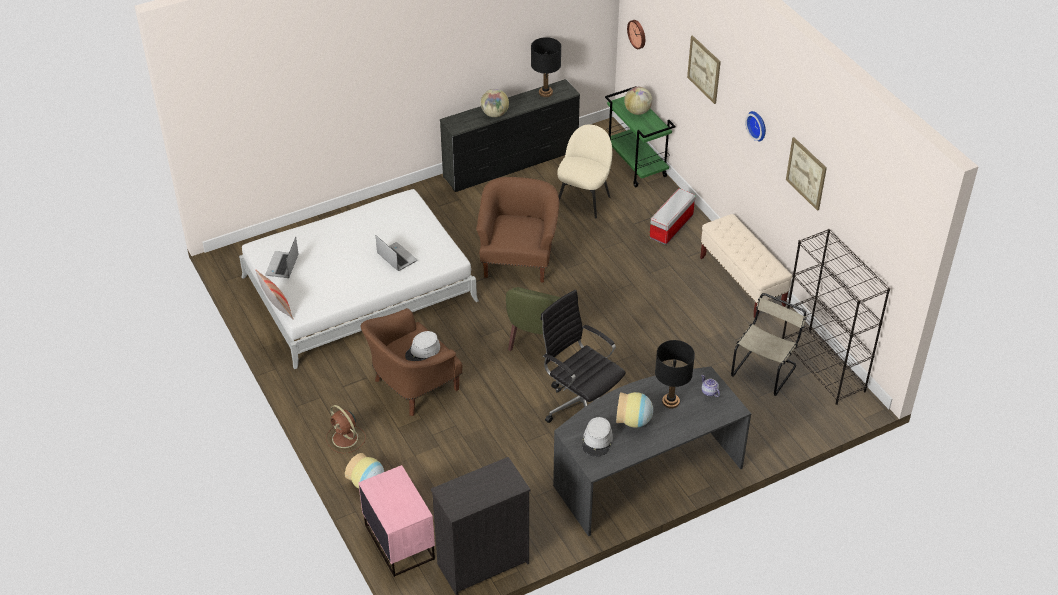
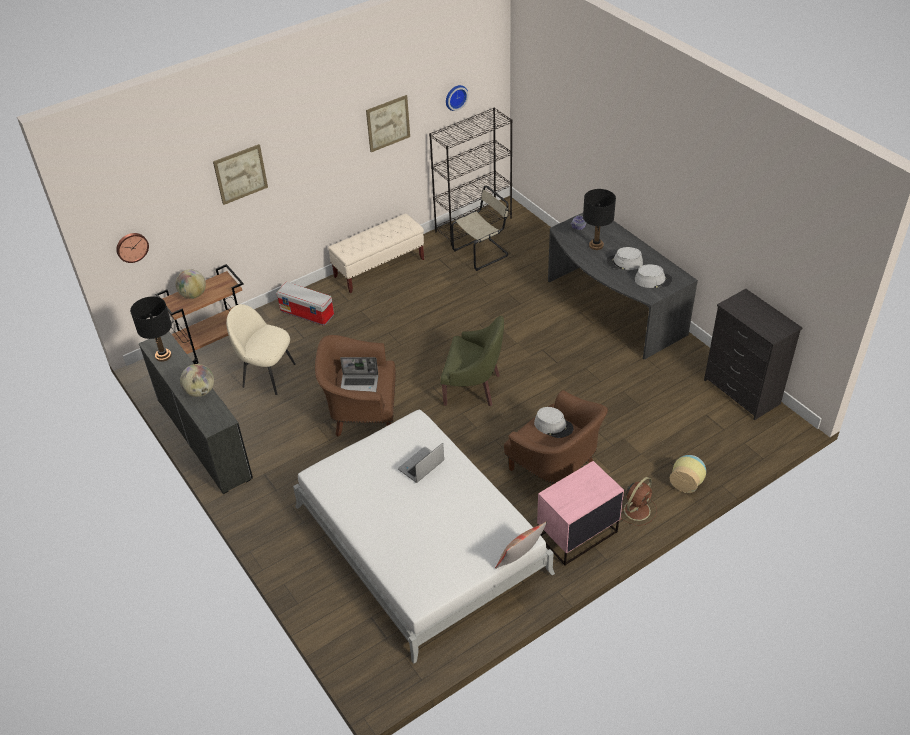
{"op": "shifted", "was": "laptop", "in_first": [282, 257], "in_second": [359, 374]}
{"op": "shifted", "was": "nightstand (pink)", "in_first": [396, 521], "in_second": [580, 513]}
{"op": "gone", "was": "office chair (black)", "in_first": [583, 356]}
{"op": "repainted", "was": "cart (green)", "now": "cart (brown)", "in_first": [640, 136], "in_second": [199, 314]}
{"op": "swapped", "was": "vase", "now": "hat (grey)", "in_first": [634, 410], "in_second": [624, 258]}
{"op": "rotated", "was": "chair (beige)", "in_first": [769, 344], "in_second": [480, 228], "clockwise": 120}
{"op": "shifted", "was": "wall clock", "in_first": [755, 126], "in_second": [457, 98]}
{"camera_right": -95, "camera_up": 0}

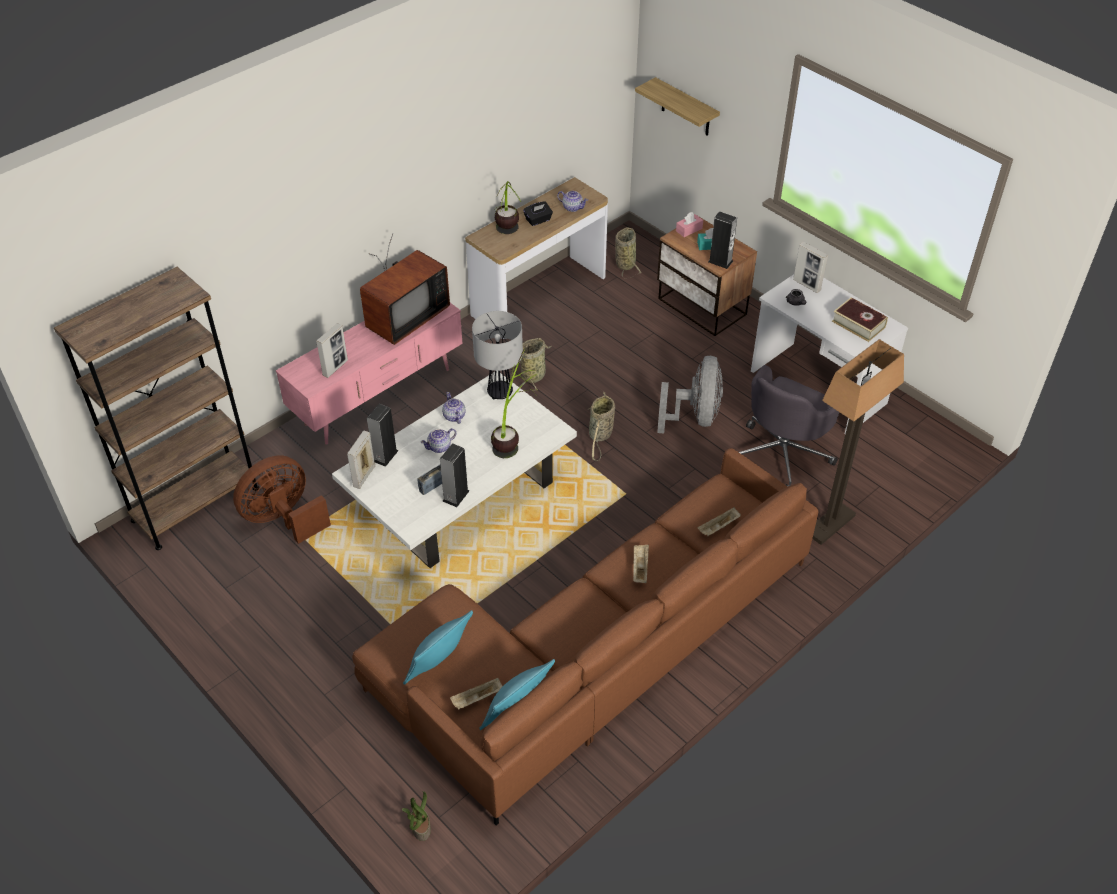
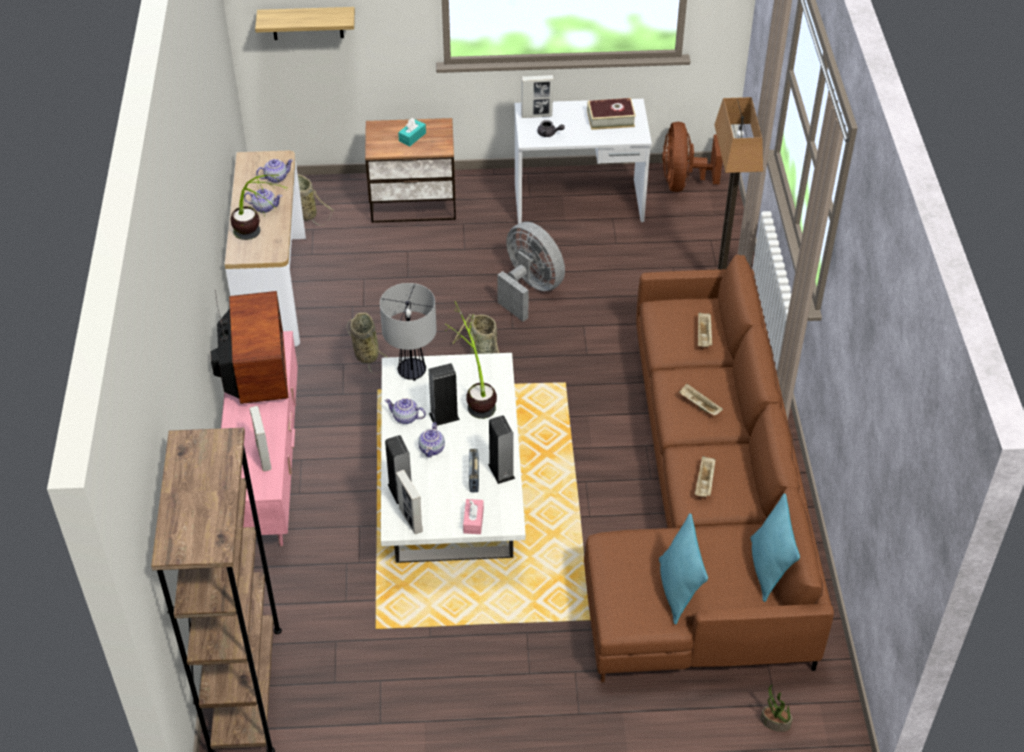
{"op": "shifted", "was": "fan (brown)", "in_first": [282, 499], "in_second": [692, 157]}
{"op": "shifted", "was": "tray (beige)", "in_first": [476, 694], "in_second": [705, 476]}
{"op": "swapped", "was": "tissue box (black)", "now": "teapot", "in_first": [538, 214], "in_second": [263, 201]}
{"op": "shifted", "was": "tissue box (pink)", "in_first": [689, 224], "in_second": [473, 516]}
{"op": "shifted", "was": "speaker", "in_first": [722, 240], "in_second": [444, 394]}
{"op": "gone", "was": "office chair (grey)", "in_first": [789, 426]}
{"camera_right": -50, "camera_up": 0}

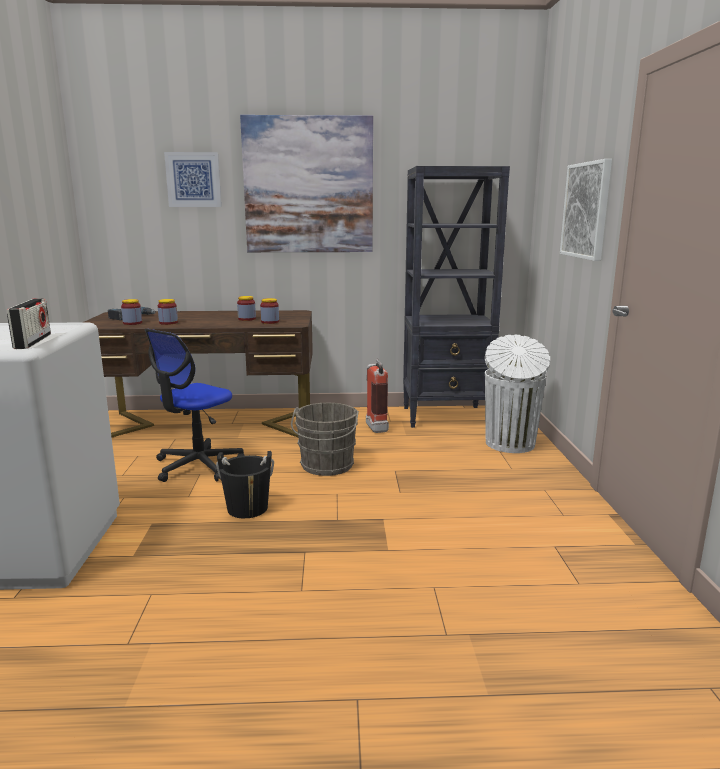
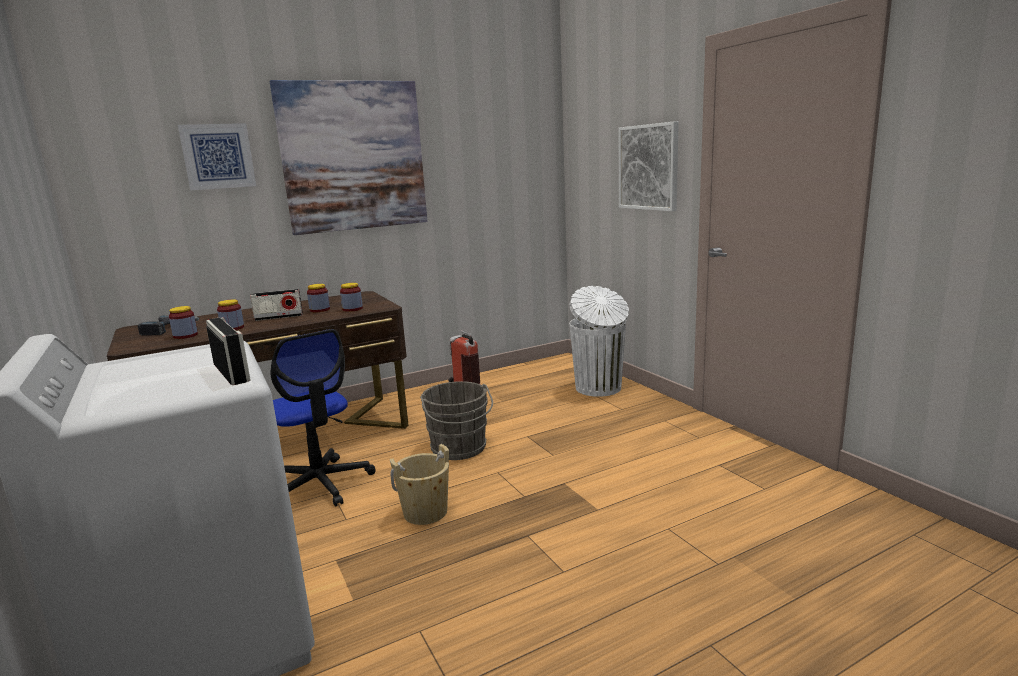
{"op": "rotated", "was": "office chair", "in_first": [195, 405], "in_second": [323, 417], "clockwise": -45}
{"op": "repainted", "was": "bucket (black)", "now": "bucket (beige)", "in_first": [245, 484], "in_second": [419, 484]}
{"op": "gone", "was": "bookcase (black)", "in_first": [456, 297]}
{"op": "new", "now": "radio", "in_second": [276, 305]}
{"camera_right": -25, "camera_up": 0}

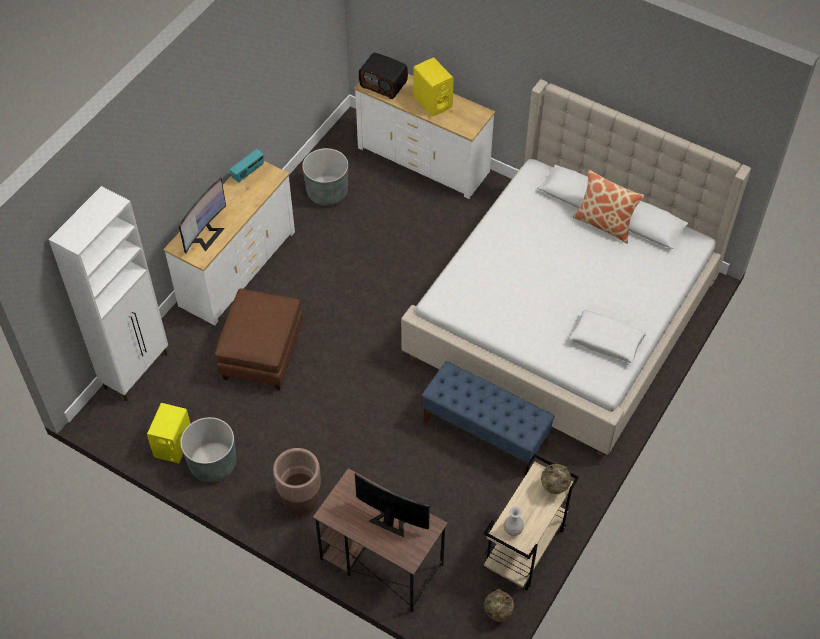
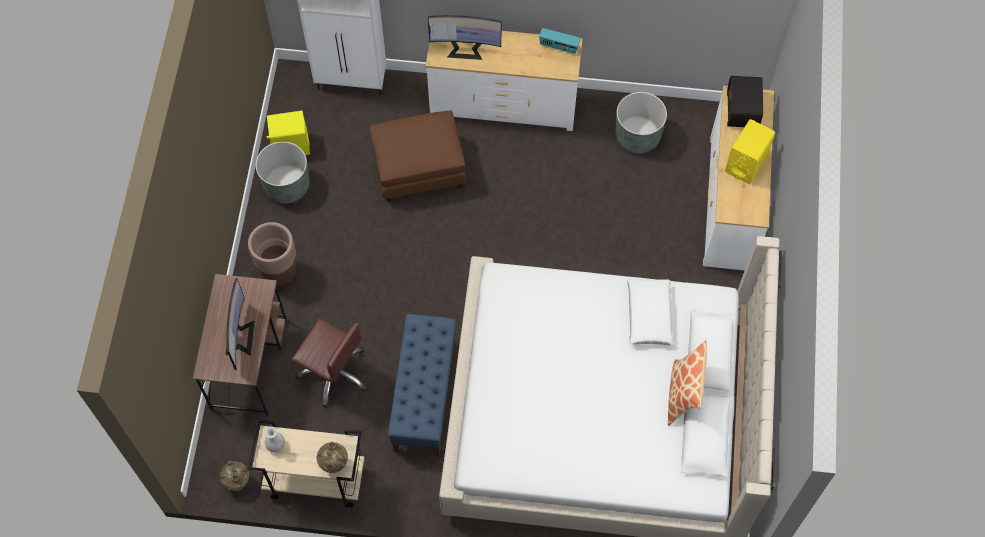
{"op": "shifted", "was": "pillow (white)", "in_first": [607, 336], "in_second": [650, 311]}
{"op": "new", "now": "office chair (brown)", "in_second": [329, 362]}
{"camera_right": 65, "camera_up": 10}

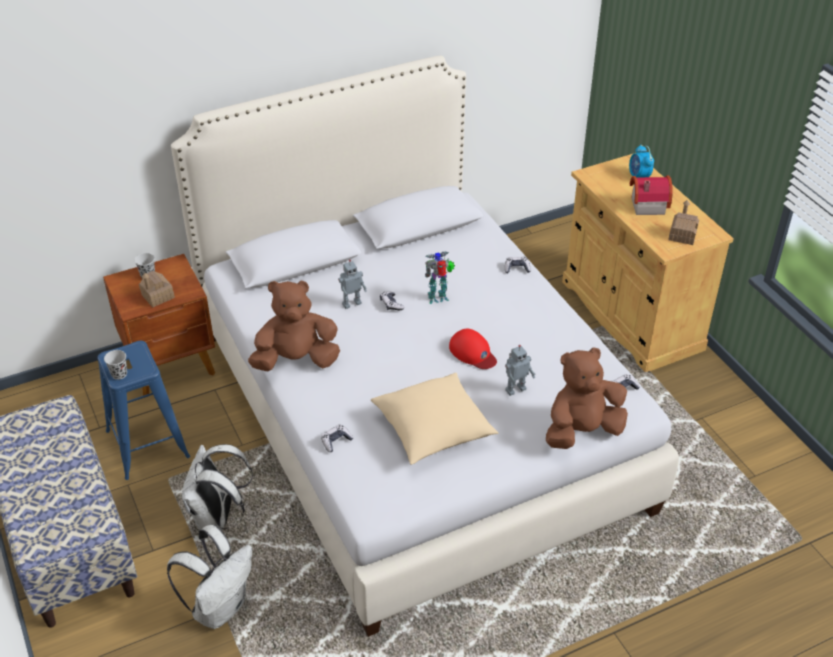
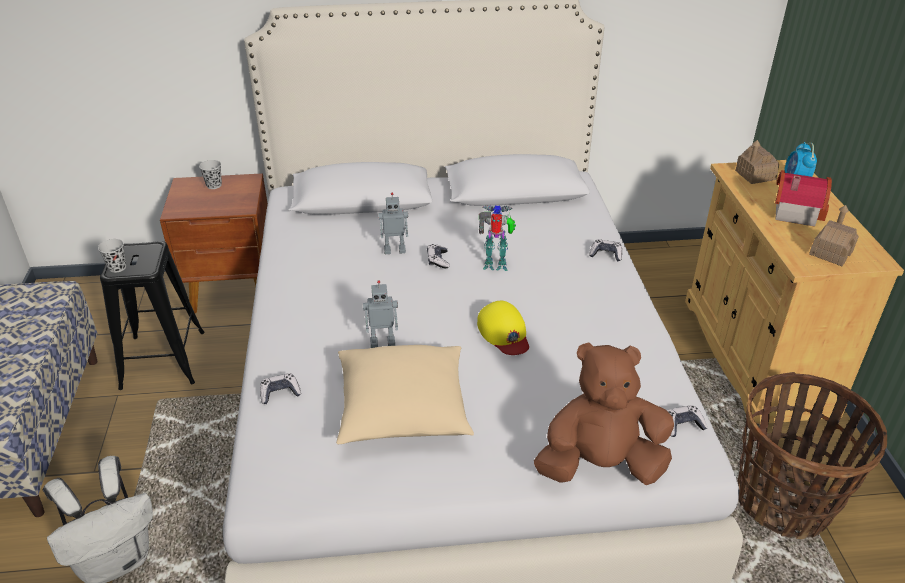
{"op": "repainted", "was": "stool (blue)", "now": "stool (black)", "in_first": [144, 410], "in_second": [152, 315]}
{"op": "shifted", "was": "toy house", "in_first": [157, 289], "in_second": [757, 162]}
{"op": "gone", "was": "backpack (white)", "in_first": [217, 487]}
{"op": "gone", "was": "plush toy (brown)", "in_first": [294, 325]}
{"op": "repainted", "was": "cap (red)", "now": "cap (yellow)", "in_first": [473, 349], "in_second": [503, 328]}
{"op": "shifted", "was": "toy robot", "in_first": [520, 370], "in_second": [380, 314]}
{"op": "new", "now": "basket", "in_second": [812, 455]}
{"camera_right": 20, "camera_up": -5}

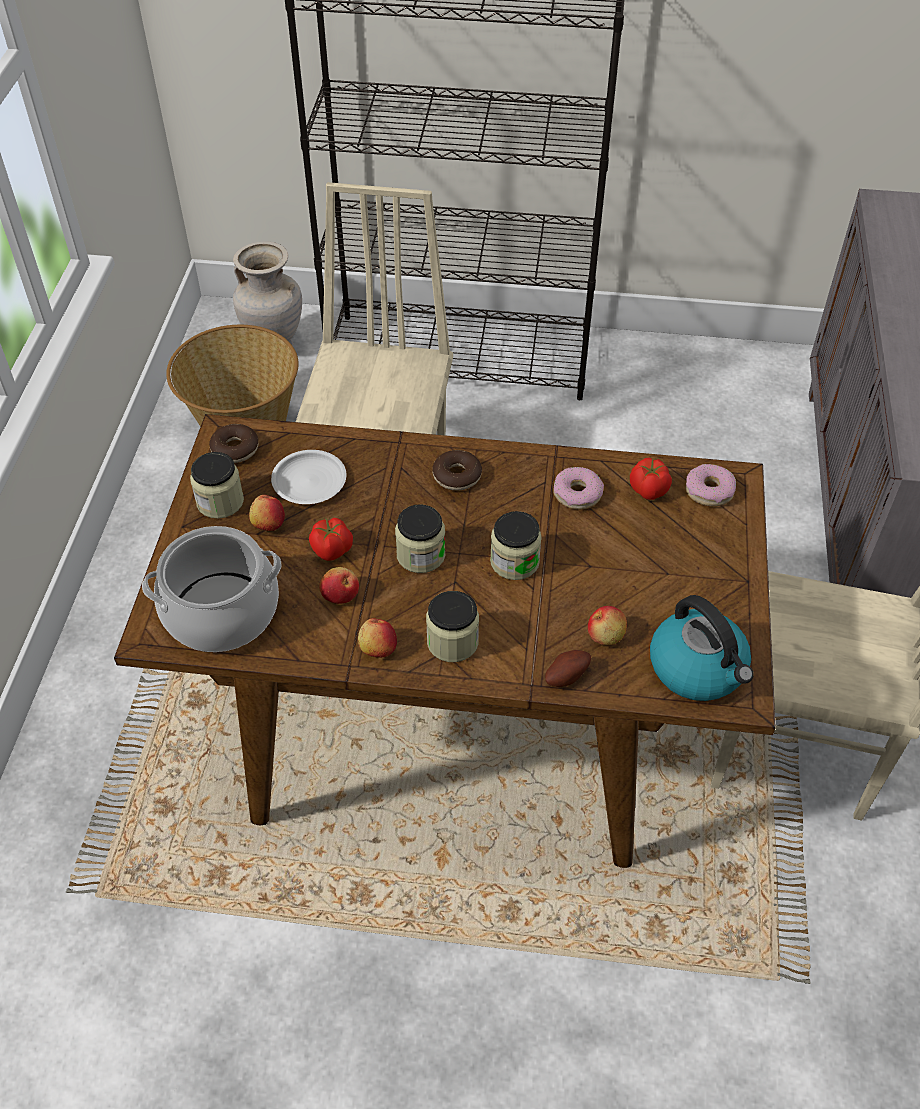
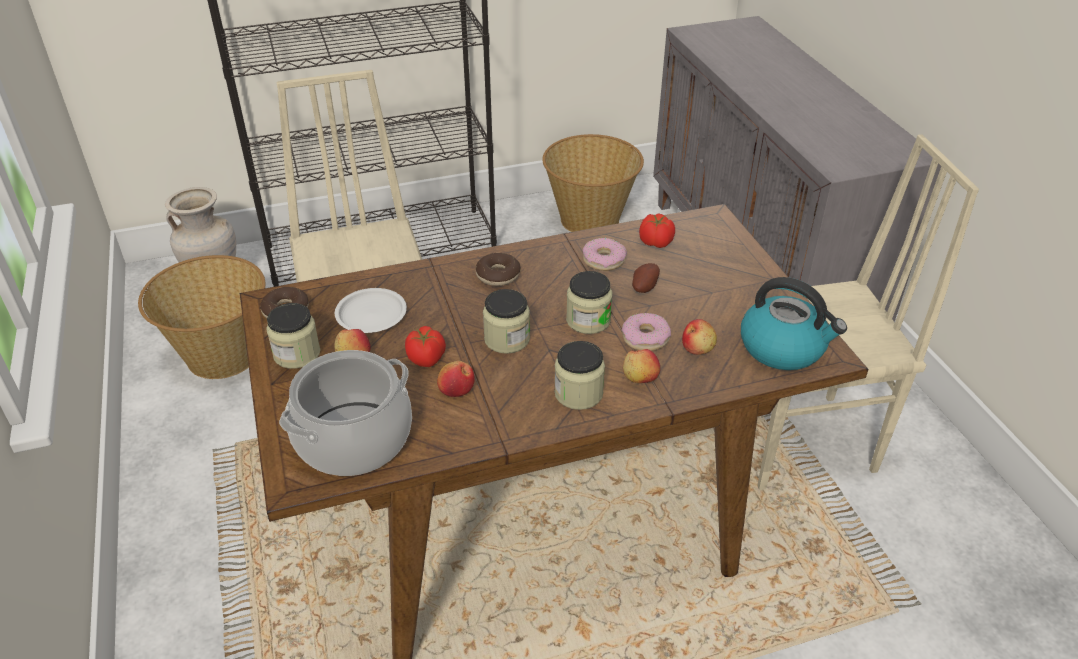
{"op": "shifted", "was": "apple", "in_first": [377, 638], "in_second": [641, 366]}
{"op": "shifted", "was": "potato", "in_first": [568, 668], "in_second": [646, 278]}
{"op": "shifted", "was": "donut", "in_first": [711, 485], "in_second": [646, 332]}
{"op": "new", "now": "basket", "in_second": [593, 183]}
{"camera_right": -25, "camera_up": -10}

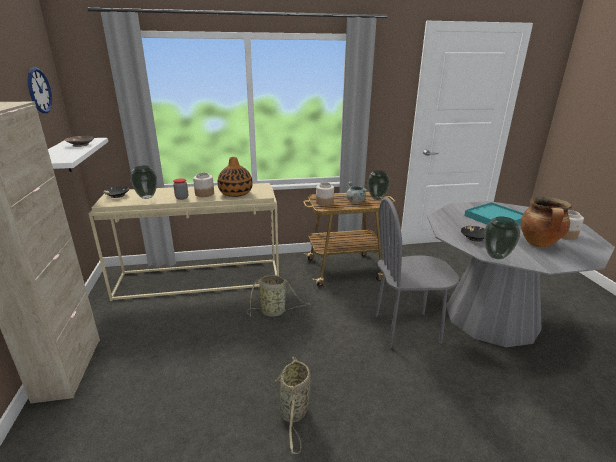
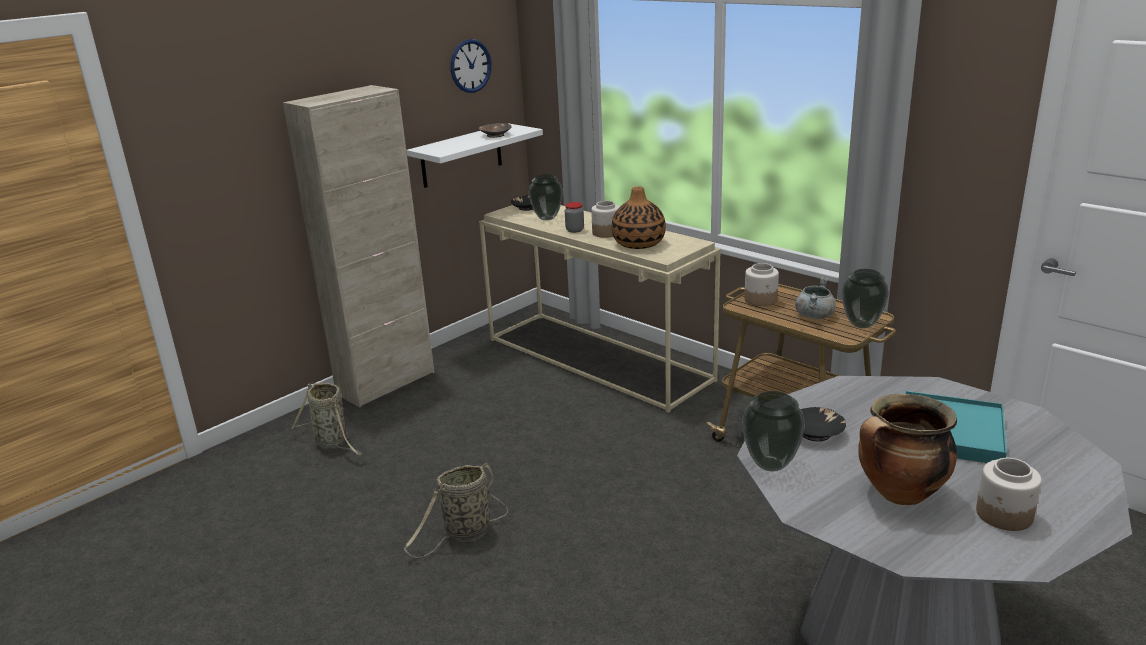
{"op": "shifted", "was": "basket", "in_first": [279, 296], "in_second": [327, 418]}
{"op": "gone", "was": "chair (grey)", "in_first": [417, 273]}
{"camera_right": 55, "camera_up": 0}

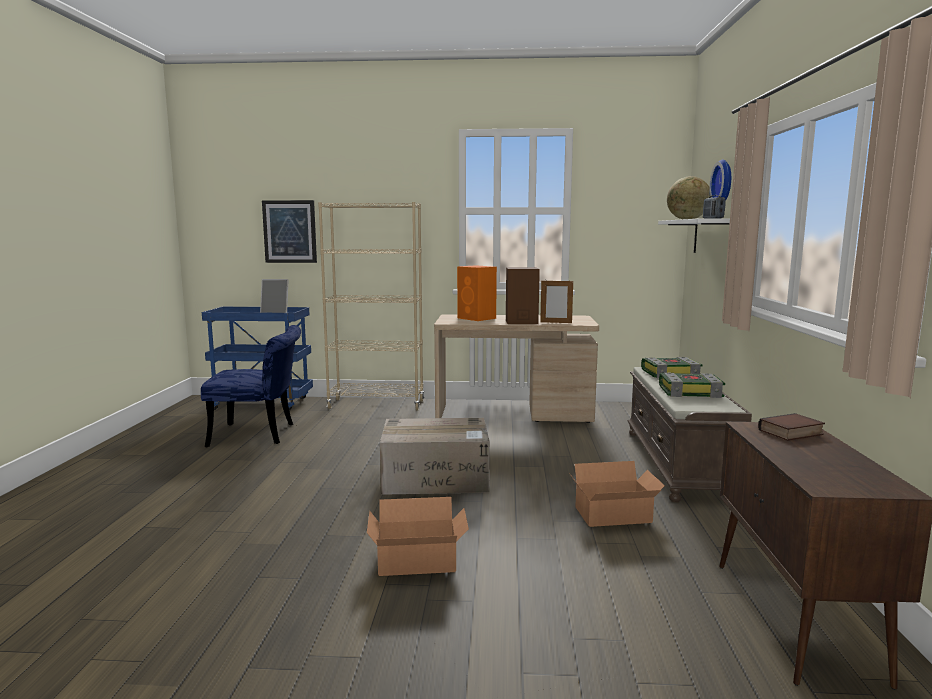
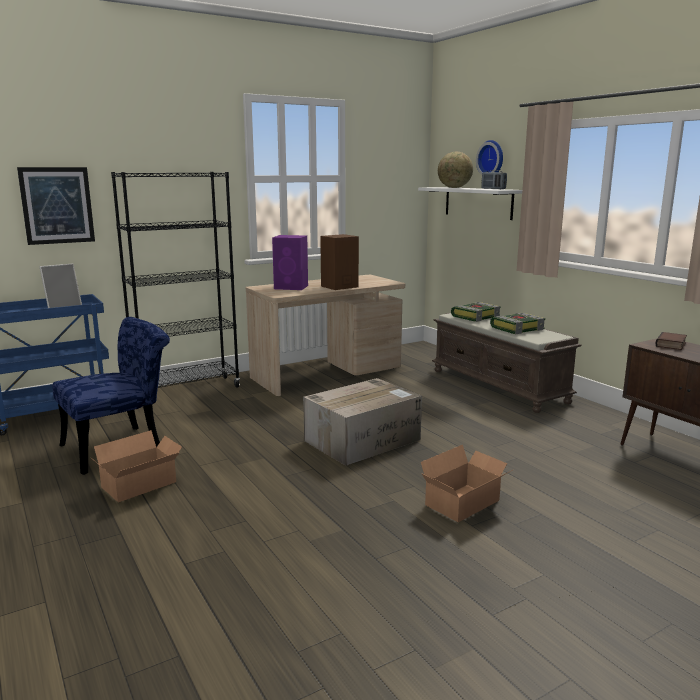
{"op": "repainted", "was": "bookcase (beige)", "now": "bookcase (black)", "in_first": [371, 306], "in_second": [175, 280]}
{"op": "repainted", "was": "speaker (orange)", "now": "speaker (purple)", "in_first": [477, 293], "in_second": [290, 262]}
{"op": "gone", "was": "picture frame", "in_first": [556, 301]}
{"op": "shifted", "was": "cardboard box", "in_first": [617, 494], "in_second": [136, 466]}
{"camera_right": -35, "camera_up": 5}

